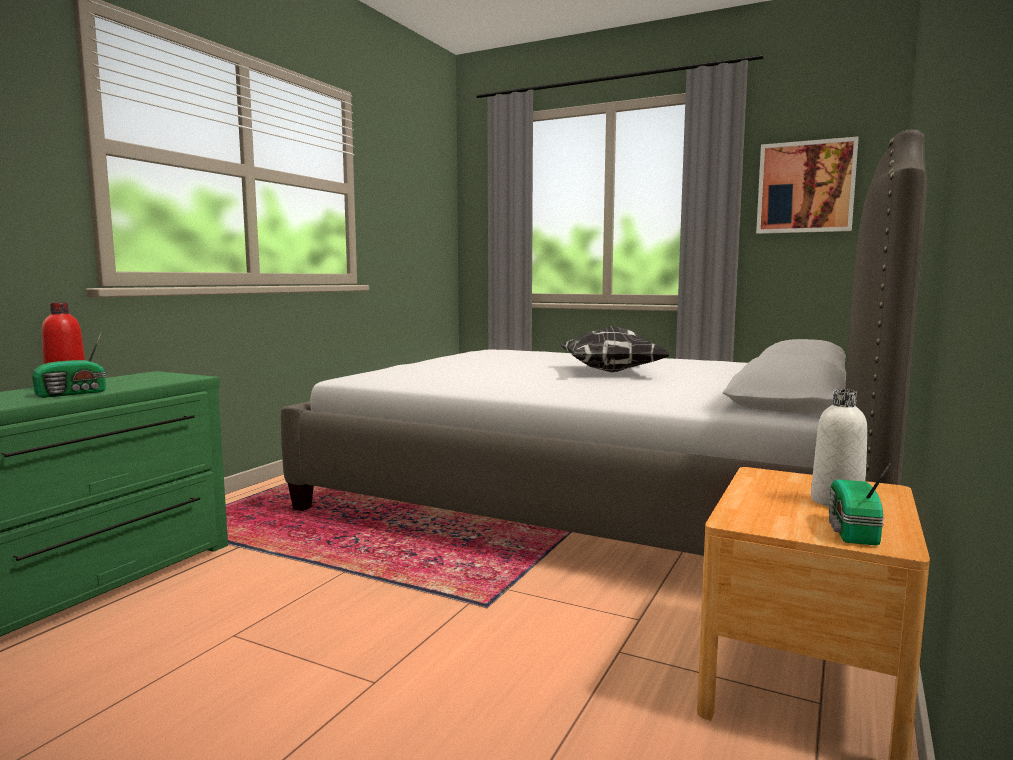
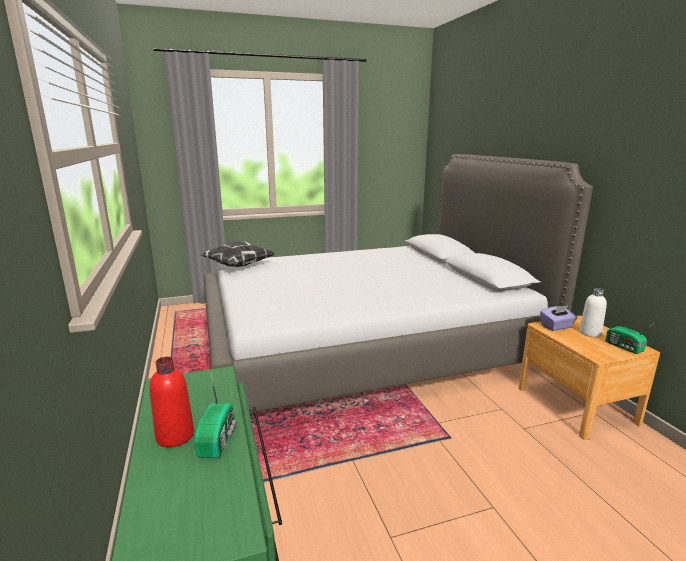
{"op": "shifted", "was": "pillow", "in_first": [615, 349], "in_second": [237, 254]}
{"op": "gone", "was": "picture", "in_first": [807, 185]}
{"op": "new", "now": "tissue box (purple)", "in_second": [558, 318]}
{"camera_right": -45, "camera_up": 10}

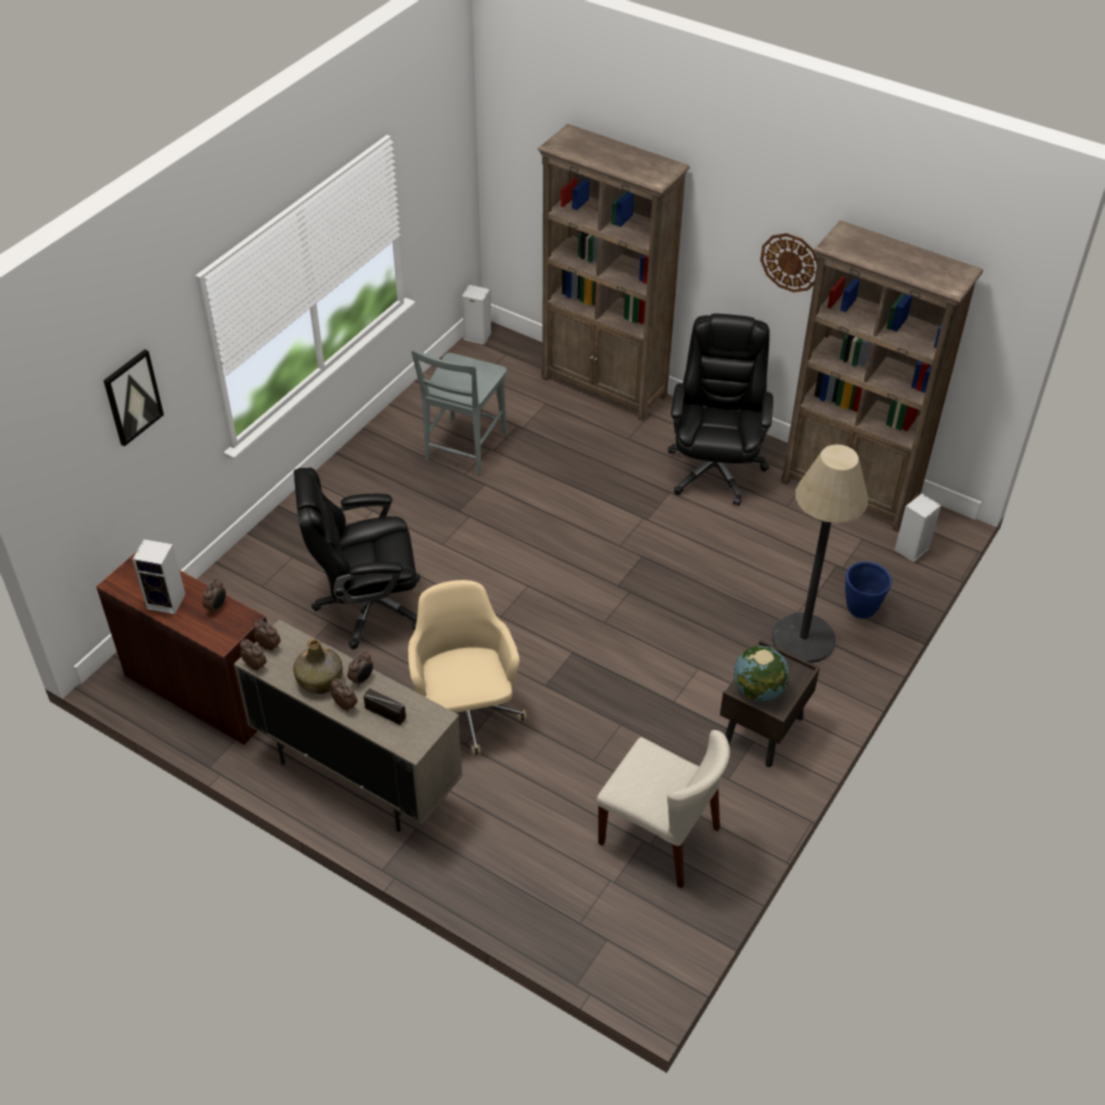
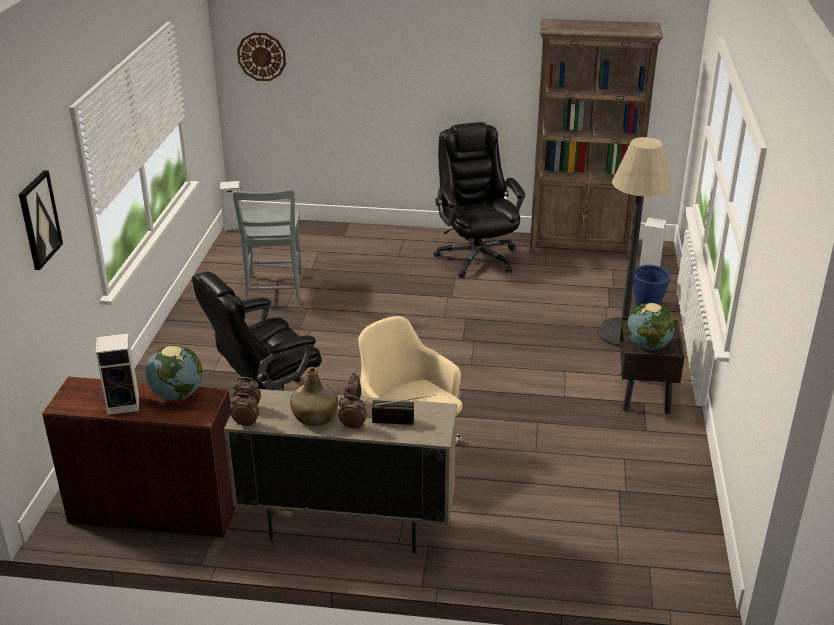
{"op": "swapped", "was": "alarm clock", "now": "globe", "in_first": [214, 596], "in_second": [174, 373]}
{"op": "gone", "was": "bookcase (brown)", "in_first": [613, 273]}
{"op": "gone", "was": "chair (beige)", "in_first": [663, 809]}
{"op": "shifted", "was": "wall clock", "in_first": [788, 262], "in_second": [261, 57]}
{"camera_right": -25, "camera_up": -15}

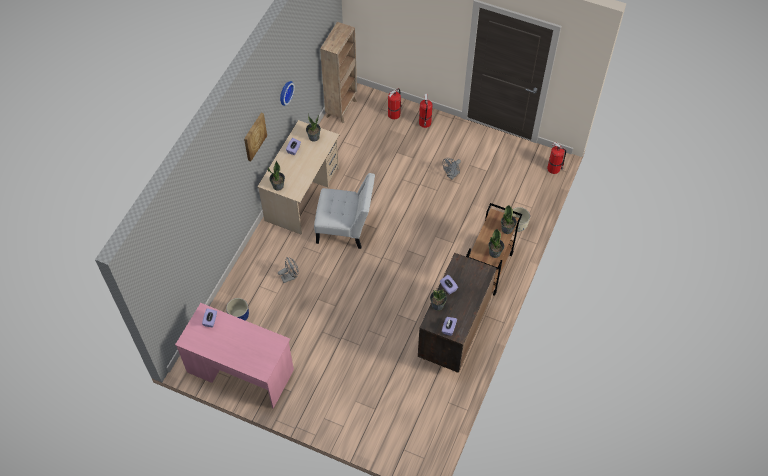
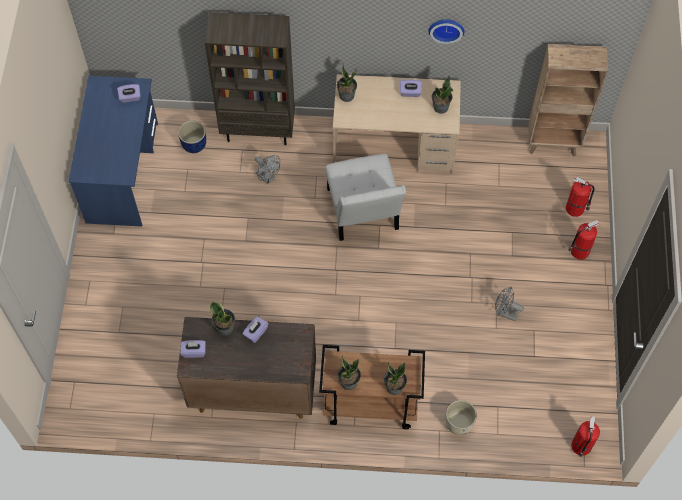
{"op": "repainted", "was": "desk (pink)", "now": "desk (blue)", "in_first": [234, 356], "in_second": [113, 151]}
{"op": "gone", "was": "picture", "in_first": [255, 137]}
{"op": "new", "now": "bookcase (brown)", "in_second": [250, 78]}
{"camera_right": 70, "camera_up": 5}

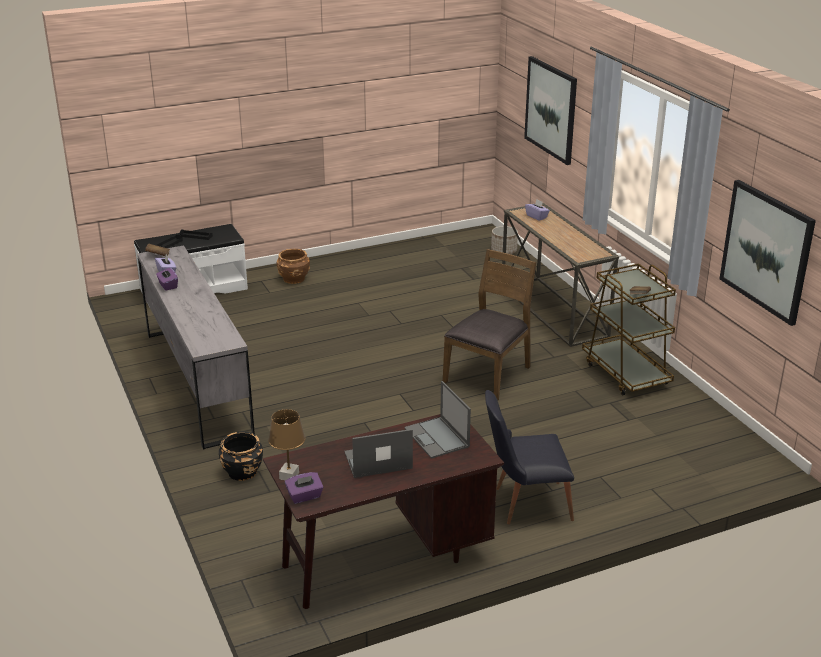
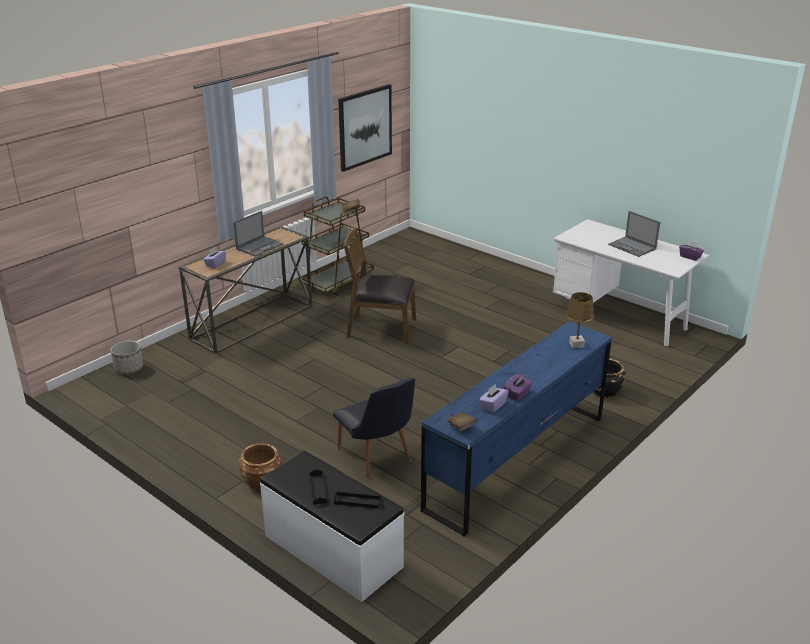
{"op": "repainted", "was": "dresser (grey)", "now": "dresser (blue)", "in_first": [196, 347], "in_second": [516, 428]}
{"op": "repainted", "was": "desk (brown)", "now": "desk (white)", "in_first": [383, 511], "in_second": [631, 282]}
{"op": "shifted", "was": "table lamp (brown)", "in_first": [287, 444], "in_second": [580, 320]}
{"op": "shifted", "was": "laptop", "in_first": [437, 420], "in_second": [258, 234]}
{"op": "shifted", "was": "chair (black)", "in_first": [529, 457], "in_second": [374, 428]}
{"op": "gone", "was": "picture", "in_first": [550, 110]}
{"camera_right": -115, "camera_up": 0}

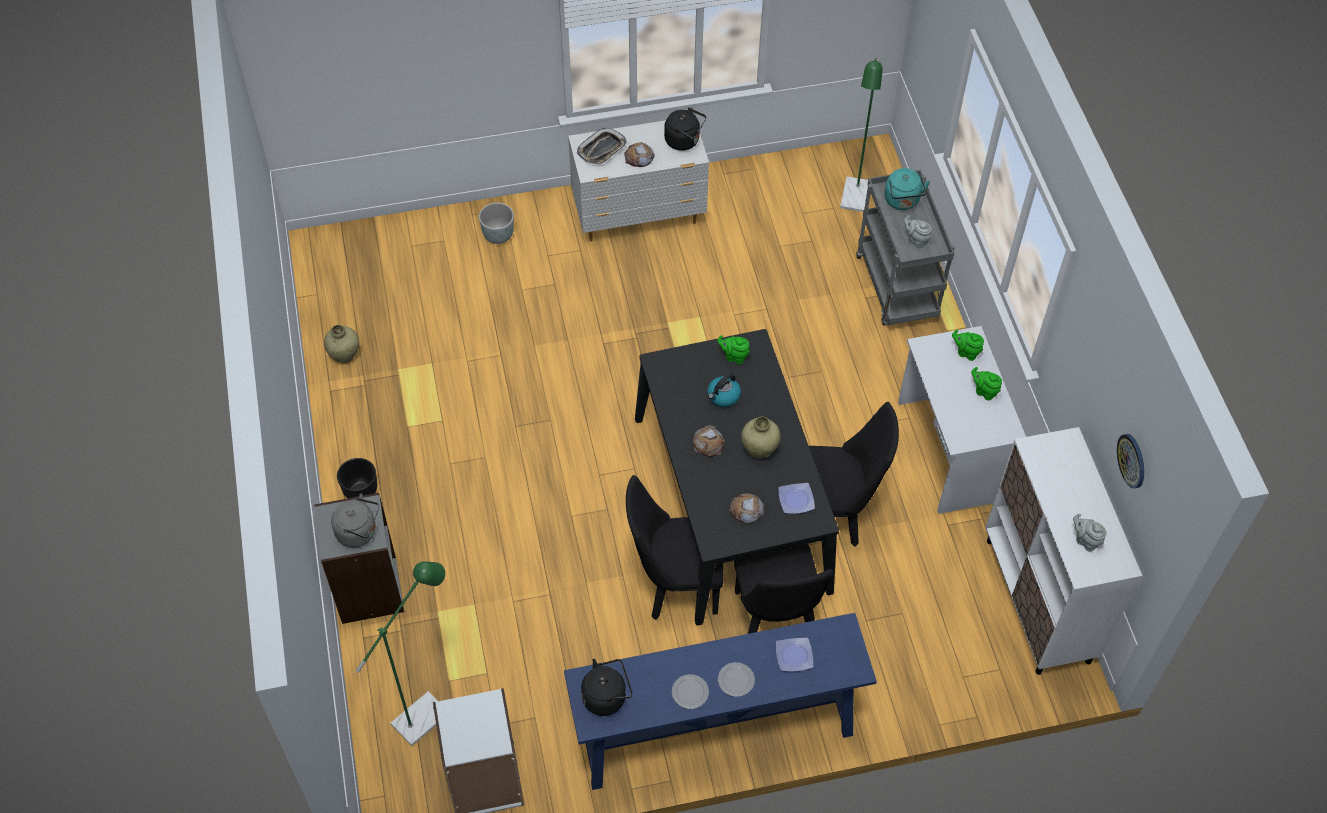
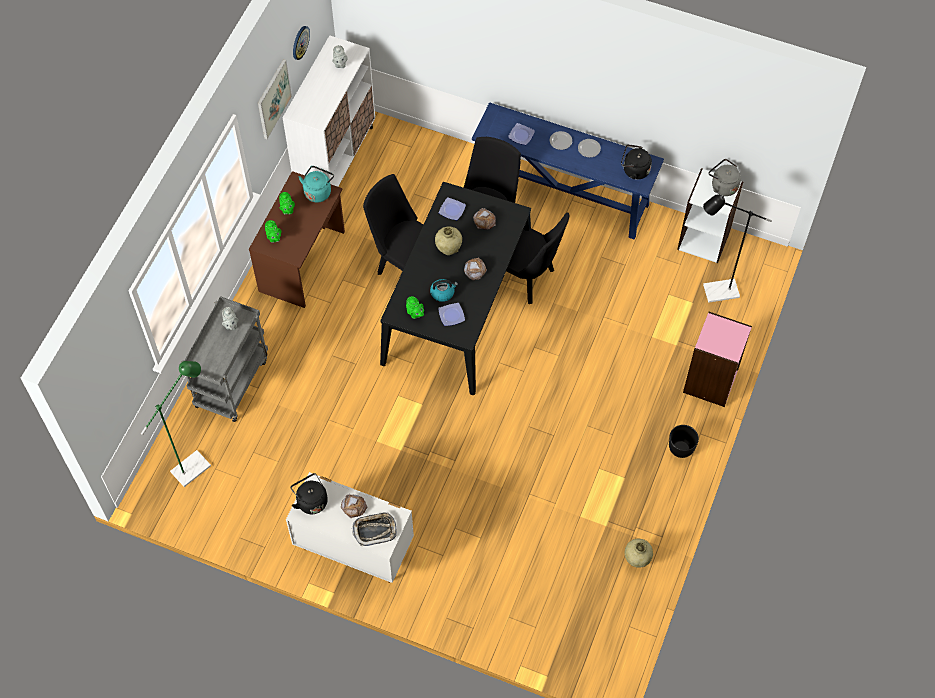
{"op": "repainted", "was": "bookcase (grey)", "now": "bookcase (pink)", "in_first": [359, 558], "in_second": [717, 359]}
{"op": "shifted", "was": "kettle (grey)", "in_first": [355, 520], "in_second": [725, 177]}
{"op": "repainted", "was": "floor lamp (green)", "now": "floor lamp (black)", "in_first": [400, 653], "in_second": [737, 248]}
{"op": "gone", "was": "planter (grey)", "in_first": [496, 223]}
{"op": "shifted", "was": "kettle (turquoise)", "in_first": [907, 189], "in_second": [316, 184]}
{"op": "repainted", "was": "desk (white)", "now": "desk (brown)", "in_first": [962, 420], "in_second": [297, 239]}
{"op": "new", "now": "picture", "in_second": [275, 99]}
{"op": "new", "now": "plate", "in_second": [451, 314]}
{"camera_right": -145, "camera_up": 5}

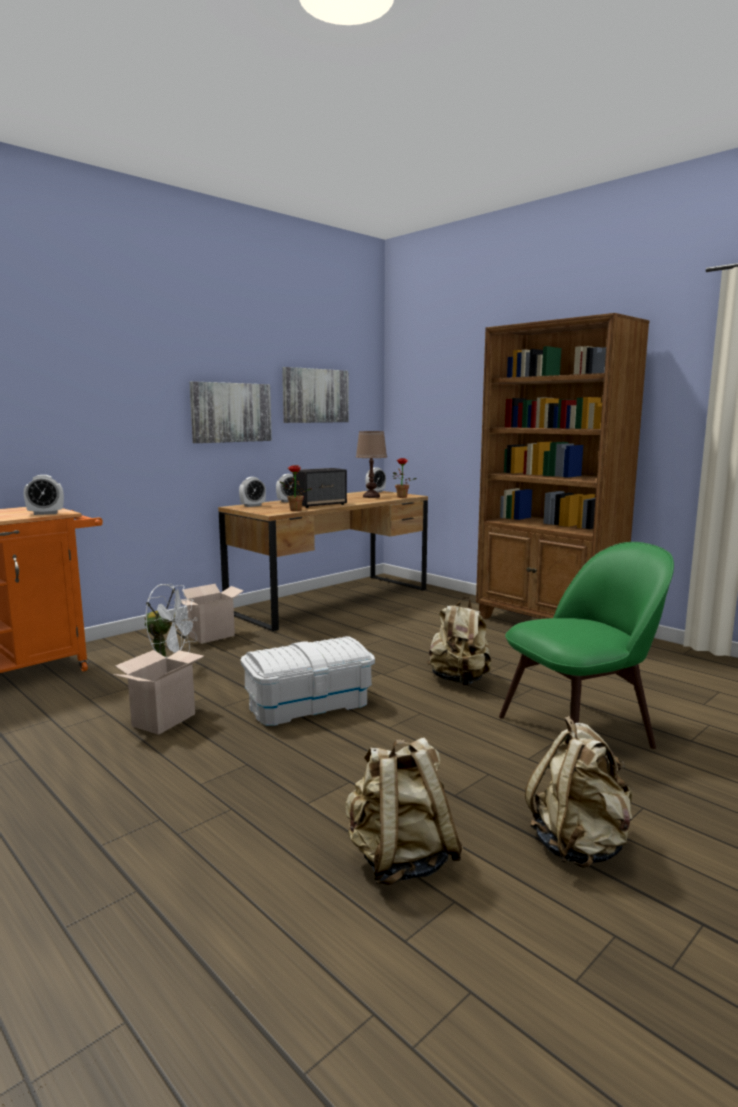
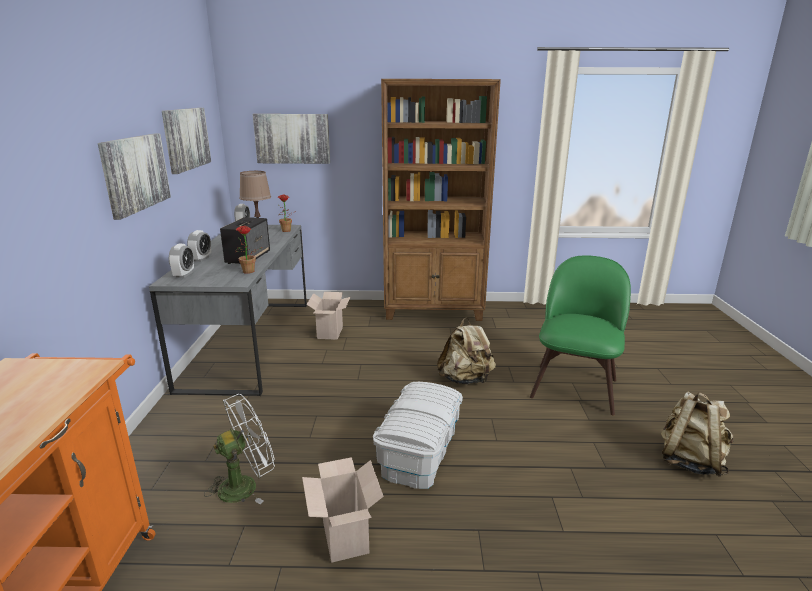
{"op": "gone", "was": "alarm clock", "in_first": [44, 495]}
{"op": "shifted", "was": "cardboard box", "in_first": [213, 614], "in_second": [328, 316]}
{"op": "repainted", "was": "desk (brown)", "now": "desk (grey)", "in_first": [323, 561], "in_second": [228, 310]}
{"op": "gone", "was": "backpack (beige)", "in_first": [404, 811]}
{"op": "new", "now": "picture", "in_second": [291, 139]}
{"camera_right": -45, "camera_up": 10}

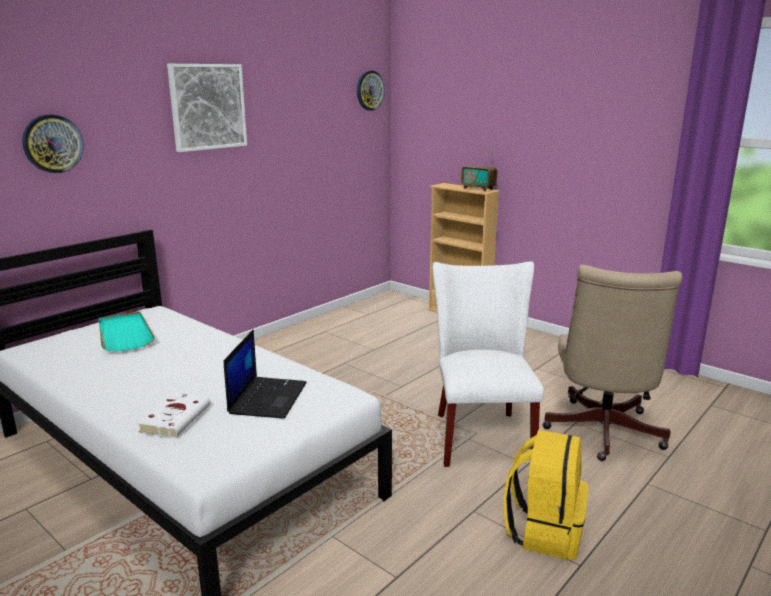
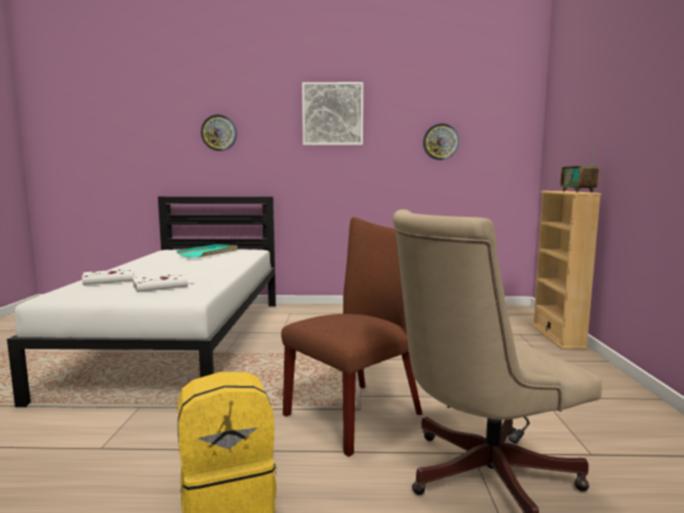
{"op": "swapped", "was": "laptop", "now": "book (white)", "in_first": [265, 374], "in_second": [163, 283]}
{"op": "shifted", "was": "wall clock", "in_first": [371, 91], "in_second": [441, 142]}
{"op": "repainted", "was": "chair (white)", "now": "chair (brown)", "in_first": [488, 364], "in_second": [351, 337]}
{"camera_right": 50, "camera_up": -10}

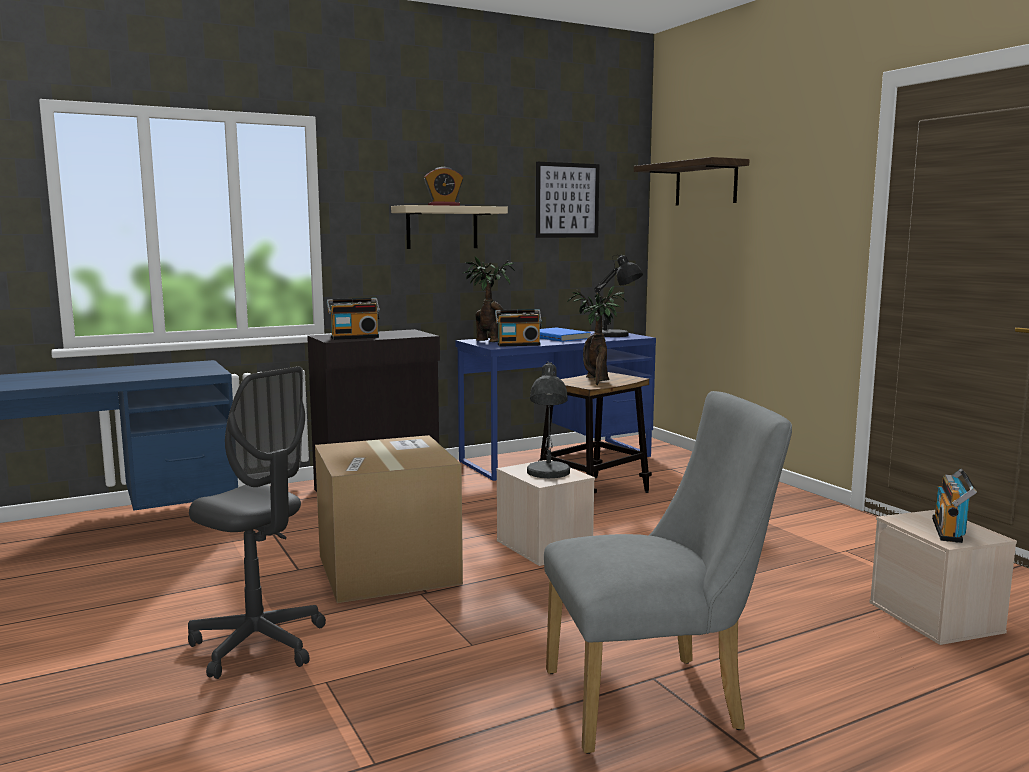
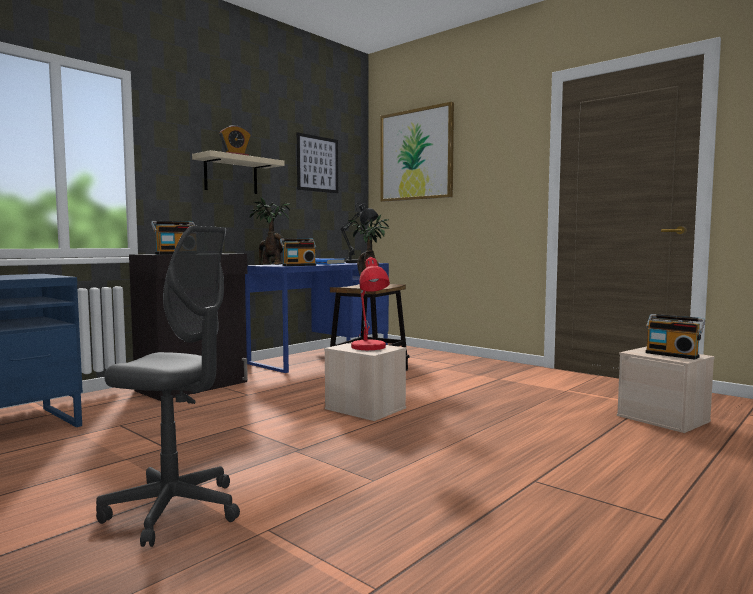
{"op": "gone", "was": "cardboard box", "in_first": [389, 519]}
{"op": "repainted", "was": "table lamp (grey)", "now": "table lamp (red)", "in_first": [548, 419], "in_second": [370, 303]}
{"op": "gone", "was": "chair (grey)", "in_first": [668, 572]}
{"op": "swapped", "was": "shelf", "now": "picture", "in_first": [692, 181], "in_second": [417, 152]}
{"op": "rotated", "was": "radio", "in_first": [954, 506], "in_second": [675, 337], "clockwise": -45}
{"camera_right": -20, "camera_up": -5}

